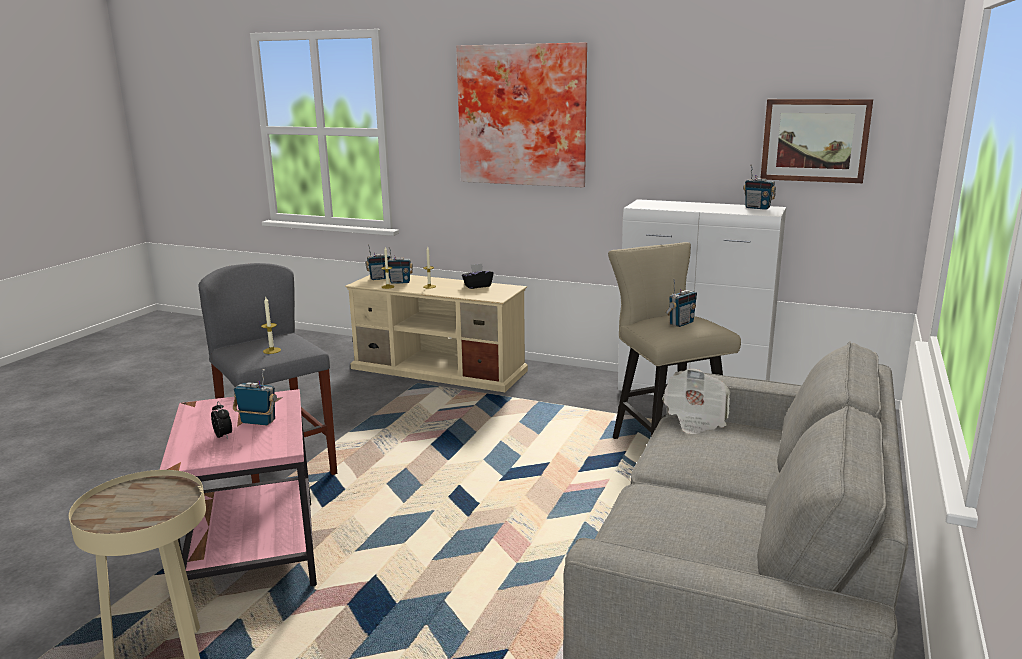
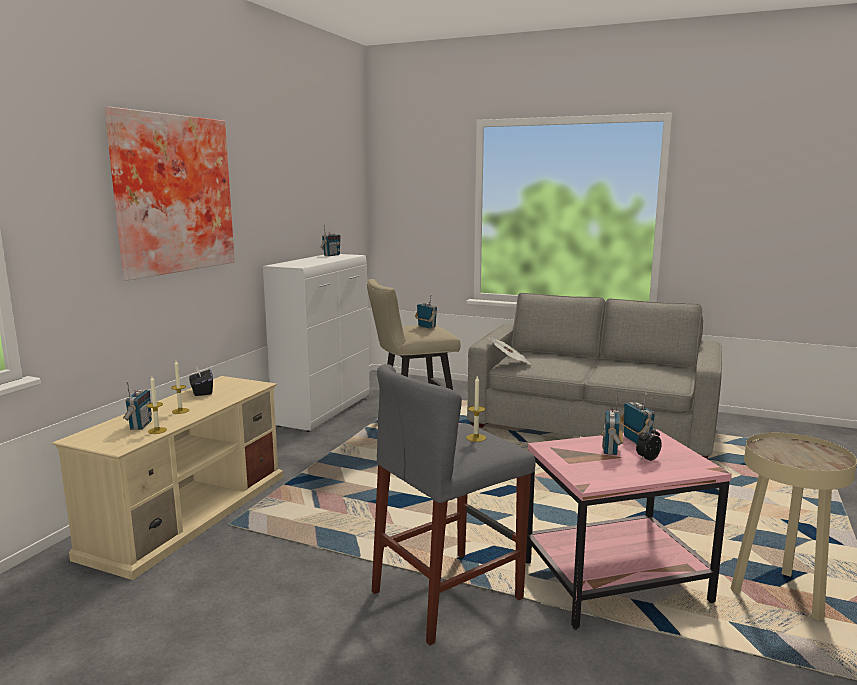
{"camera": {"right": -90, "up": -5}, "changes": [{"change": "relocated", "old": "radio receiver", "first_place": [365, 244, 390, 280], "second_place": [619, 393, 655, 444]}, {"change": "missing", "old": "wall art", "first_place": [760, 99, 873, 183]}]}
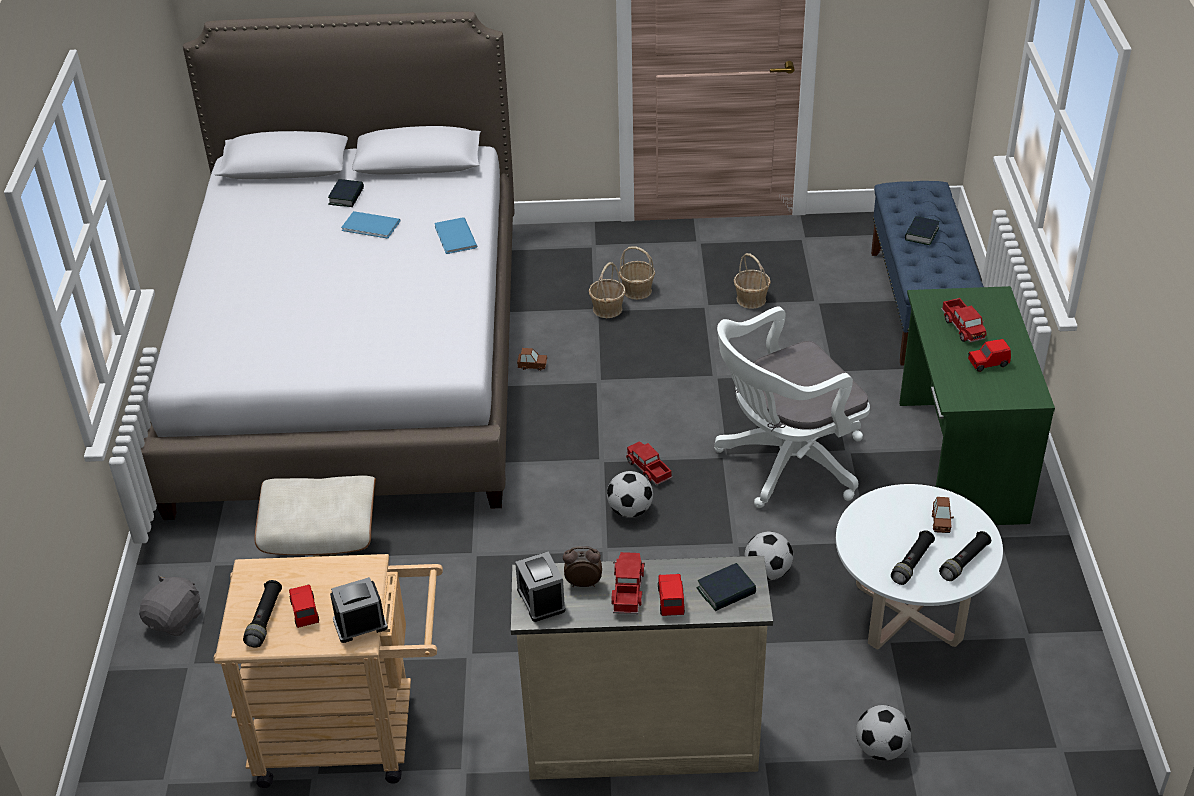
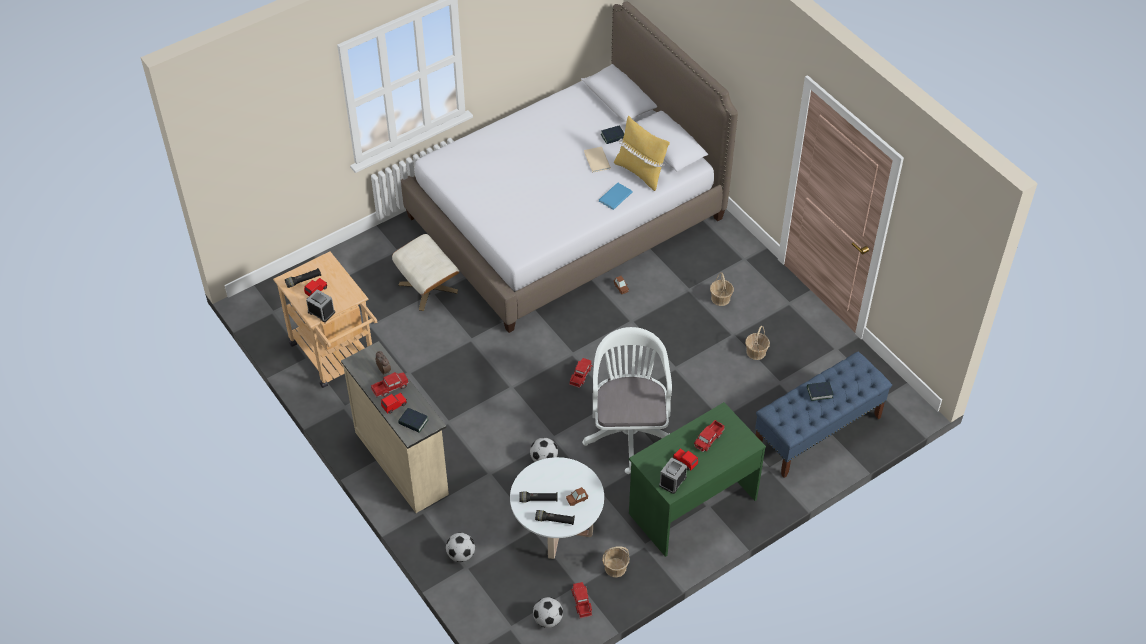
{"camera": {"right": 55, "up": 10}, "changes": [{"change": "relocated", "old": "football", "first_place": [607, 471, 653, 518], "second_place": [533, 597, 563, 628]}, {"change": "appeared", "new": "toy truck", "second_place": [571, 582, 592, 618]}, {"change": "spun", "old": "computer chair/white-coloured", "first_place": [714, 306, 870, 508], "second_place": [582, 327, 672, 474], "degrees": 60}, {"change": "colour", "old": "volume/blue-coloured", "new": "volume/beige-coloured", "first_place": [341, 211, 400, 239], "second_place": [584, 147, 611, 172]}, {"change": "relocated", "old": "household basket", "first_place": [589, 262, 626, 318], "second_place": [602, 547, 629, 577]}, {"change": "appeared", "new": "throw pillow/yellow-coloured", "second_place": [614, 116, 670, 191]}, {"change": "relocated", "old": "table clock", "first_place": [515, 552, 566, 622], "second_place": [659, 457, 687, 494]}, {"change": "missing", "old": "cuddly toy/grey", "first_place": [139, 575, 201, 636]}]}
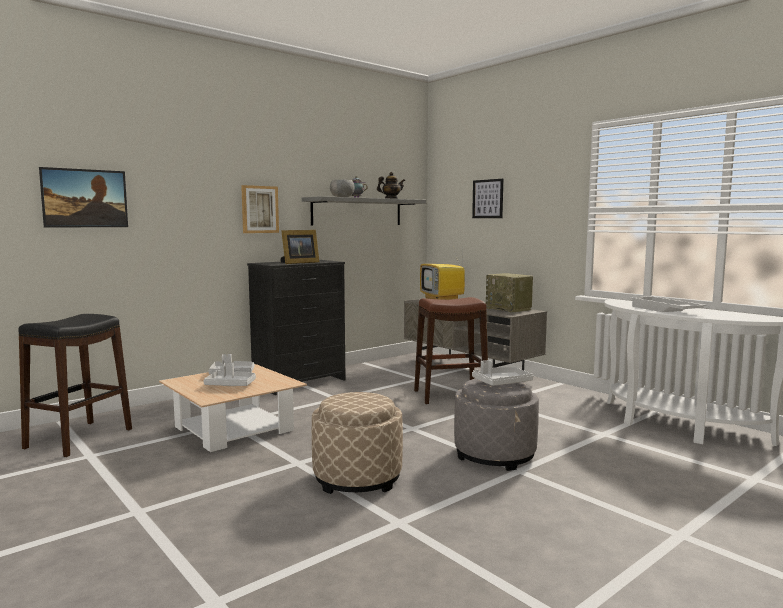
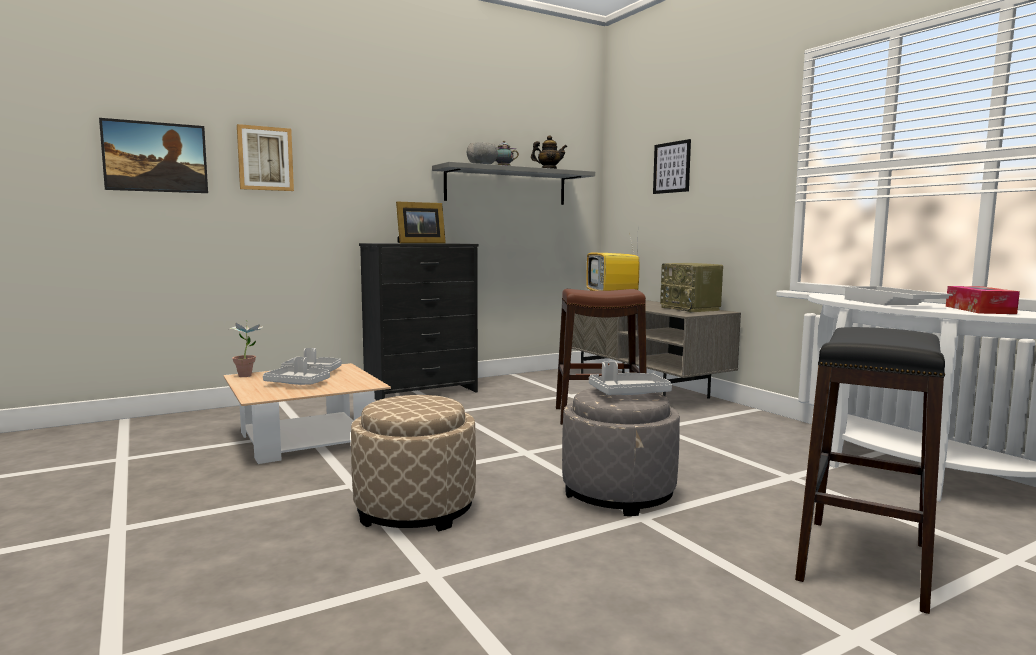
{"camera": {"right": 10, "up": 0}, "changes": [{"change": "appeared", "new": "potted plant", "second_place": [229, 320, 263, 377]}, {"change": "relocated", "old": "wall art", "first_place": [241, 185, 279, 233], "second_place": [237, 124, 294, 191]}, {"change": "relocated", "old": "stool seat/blackish", "first_place": [18, 314, 132, 457], "second_place": [795, 327, 945, 614]}, {"change": "appeared", "new": "tissue box", "second_place": [946, 286, 1020, 314]}]}
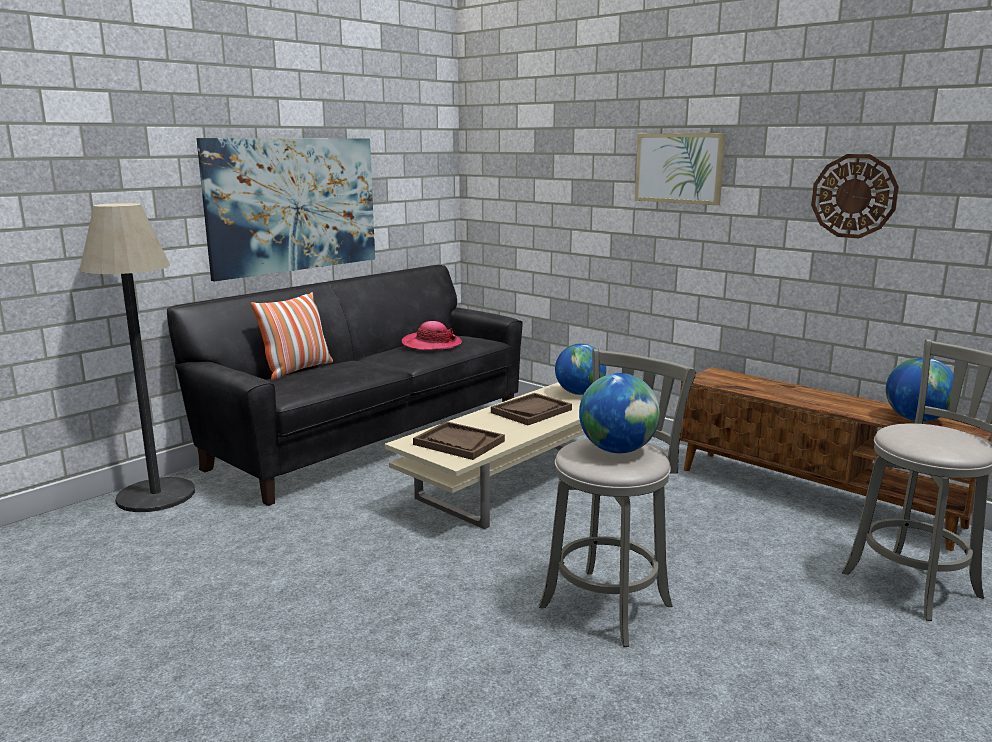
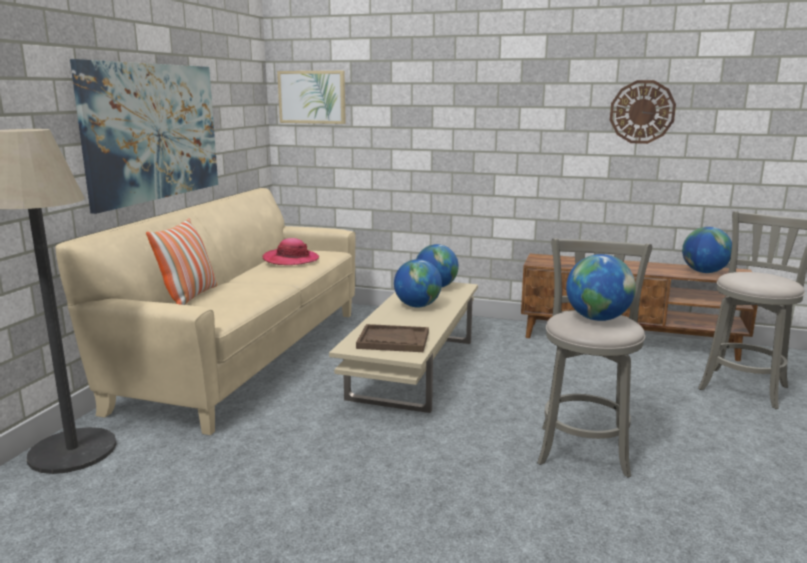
{"camera": {"right": -25, "up": 0}, "changes": [{"change": "colour", "old": "sofa/blackish", "new": "sofa/beige-coloured", "first_place": [167, 265, 523, 506], "second_place": [55, 188, 356, 435]}, {"change": "relocated", "old": "wall art", "first_place": [635, 133, 726, 205], "second_place": [277, 71, 346, 124]}, {"change": "exchanged", "old": "tray/brown", "new": "desk globe", "first_place": [491, 393, 572, 425], "second_place": [394, 259, 442, 307]}]}
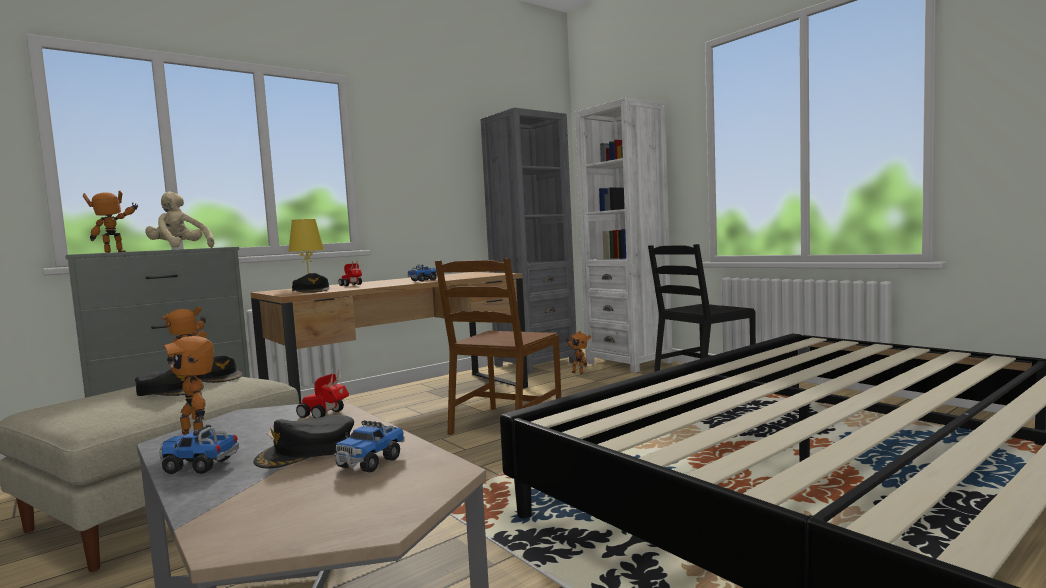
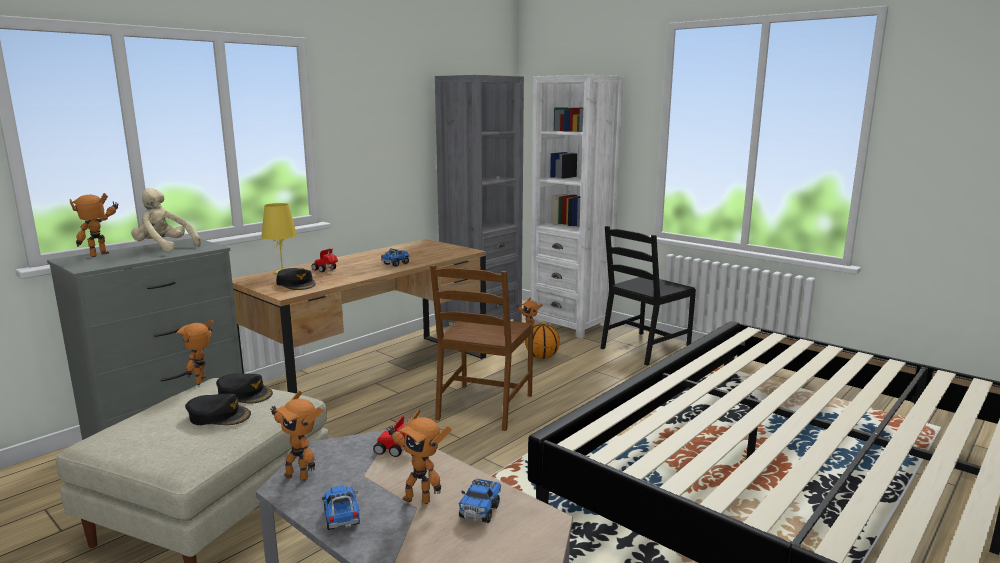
{"camera": {"right": -10, "up": 10}, "changes": [{"change": "spun", "old": "toy truck", "first_place": [159, 425, 239, 474], "second_place": [322, 485, 360, 530], "degrees": 75}, {"change": "exchanged", "old": "baseball cap/blackish", "new": "model robot", "first_place": [253, 415, 354, 468], "second_place": [387, 409, 452, 504]}, {"change": "appeared", "new": "basketball", "second_place": [525, 324, 560, 359]}]}
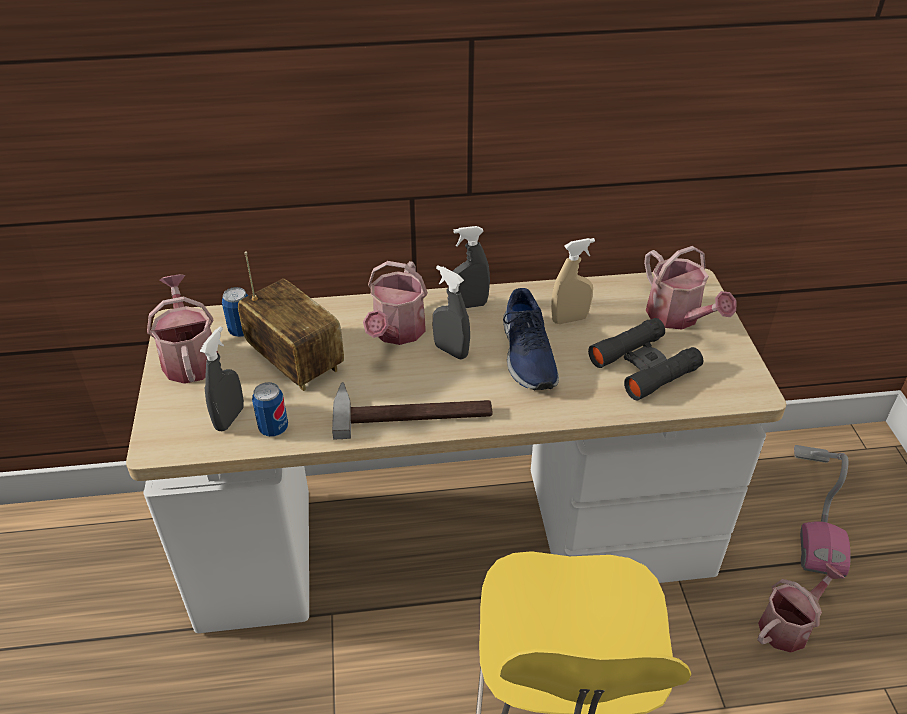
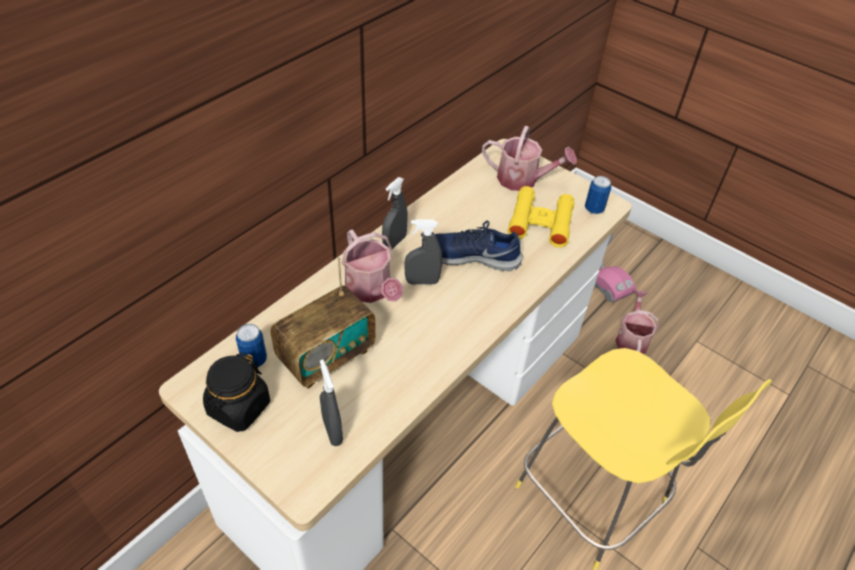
{"camera": {"right": -45, "up": 5}, "changes": [{"change": "exchanged", "old": "watering pot", "new": "preserve jar/blackish", "first_place": [147, 274, 218, 384], "second_place": [203, 352, 270, 432]}, {"change": "spun", "old": "radio receiver", "first_place": [238, 252, 344, 391], "second_place": [270, 257, 376, 389], "degrees": 135}, {"change": "spun", "old": "low shoe/blue-coloured", "first_place": [503, 288, 559, 391], "second_place": [435, 221, 523, 271], "degrees": 150}, {"change": "colour", "old": "field glasses/blackish", "new": "field glasses/yellow-coloured", "first_place": [588, 318, 703, 400], "second_place": [508, 186, 574, 248]}, {"change": "relocated", "old": "metal can", "first_place": [252, 382, 288, 437], "second_place": [585, 176, 611, 214]}, {"change": "missing", "old": "hand hammer", "first_place": [332, 382, 492, 440]}, {"change": "missing", "old": "sprayer/beige-coloured", "first_place": [551, 238, 595, 324]}]}
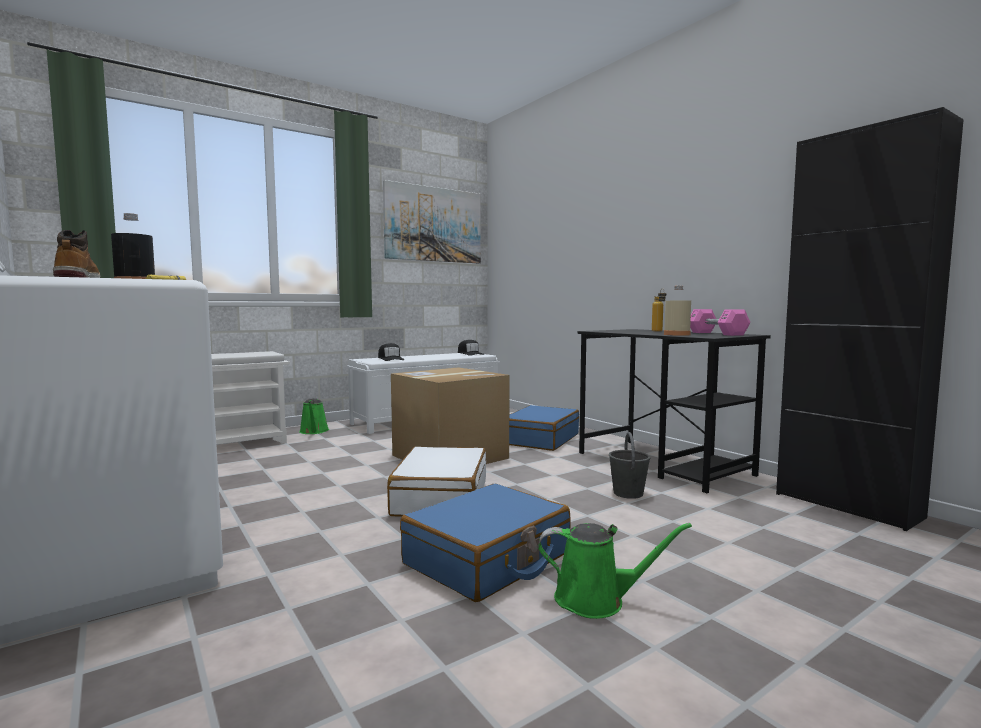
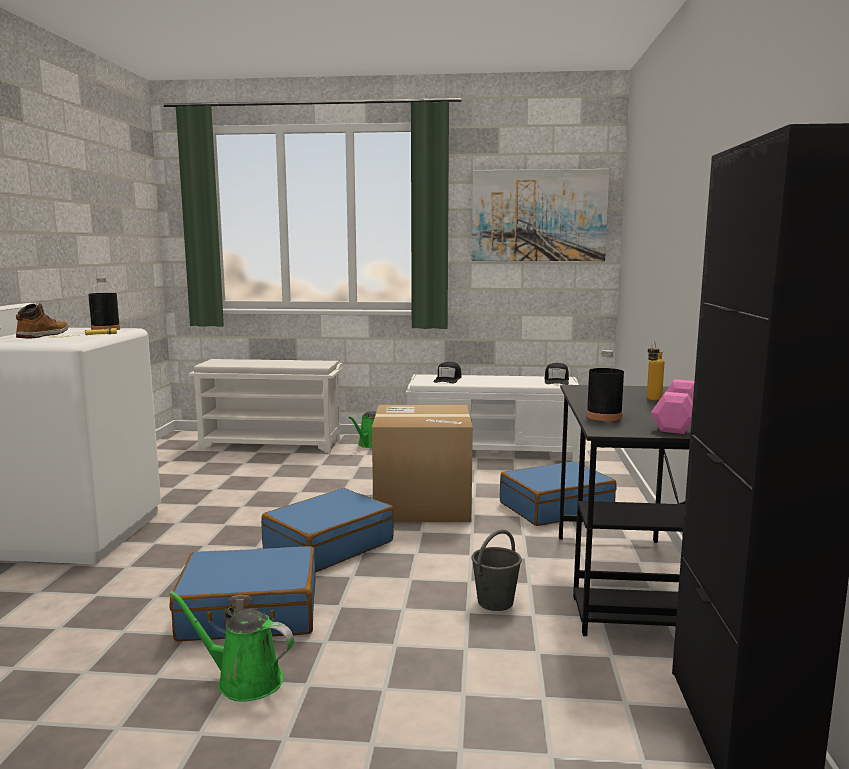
{"camera": {"right": 40, "up": 5}, "changes": [{"change": "spun", "old": "watering pot/greenish", "first_place": [538, 523, 692, 619], "second_place": [169, 591, 294, 702], "degrees": 150}, {"change": "colour", "old": "piece of luggage/white-coloured", "new": "piece of luggage/blue-coloured", "first_place": [387, 447, 486, 517], "second_place": [261, 488, 394, 572]}, {"change": "colour", "old": "drink bottle/beige-coloured", "new": "drink bottle/blackish", "first_place": [664, 286, 691, 336], "second_place": [586, 350, 624, 421]}]}
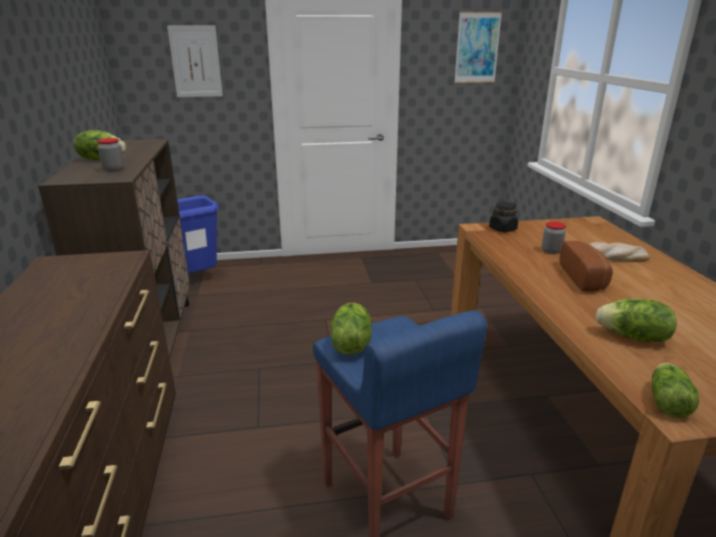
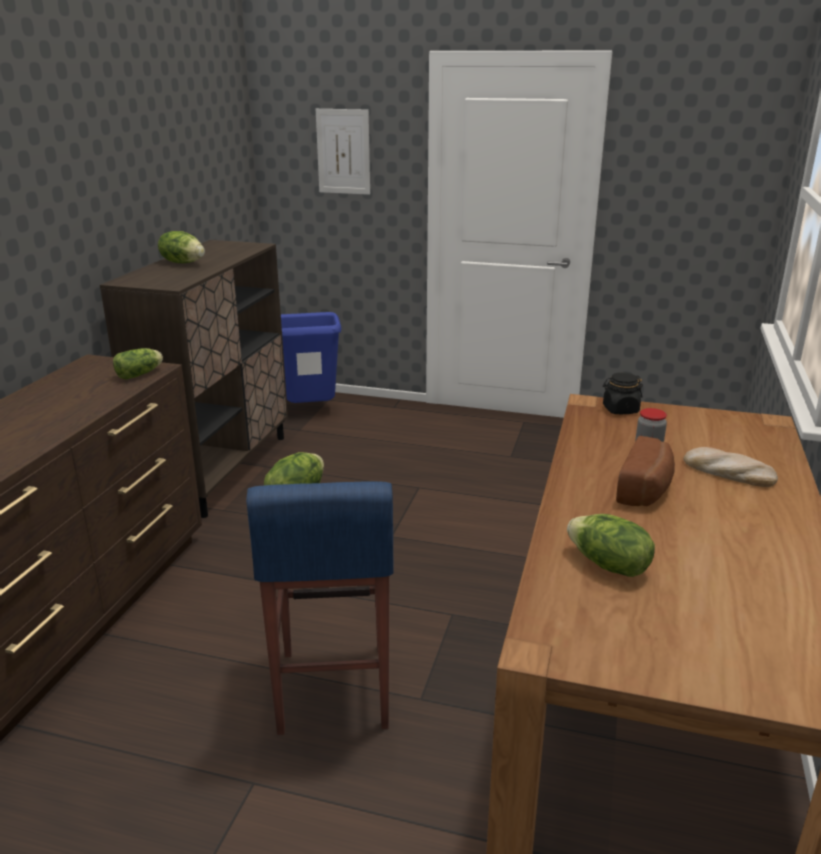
{"camera": {"right": 25, "up": 0}, "changes": [{"change": "relocated", "old": "head of lettuce", "first_place": [652, 363, 699, 418], "second_place": [113, 348, 163, 380]}, {"change": "missing", "old": "preserve jar", "first_place": [97, 138, 124, 172]}, {"change": "missing", "old": "wall art", "first_place": [454, 12, 502, 83]}]}
